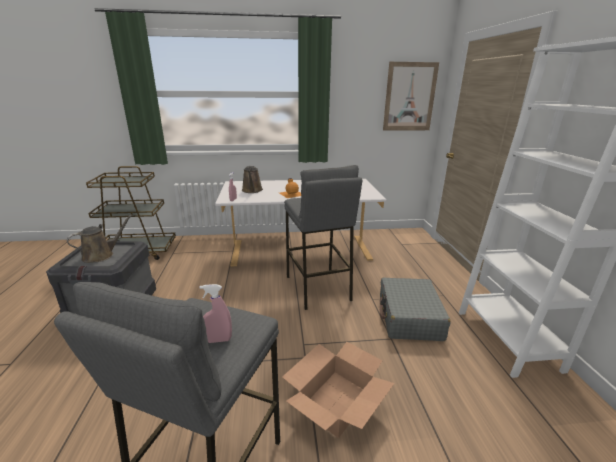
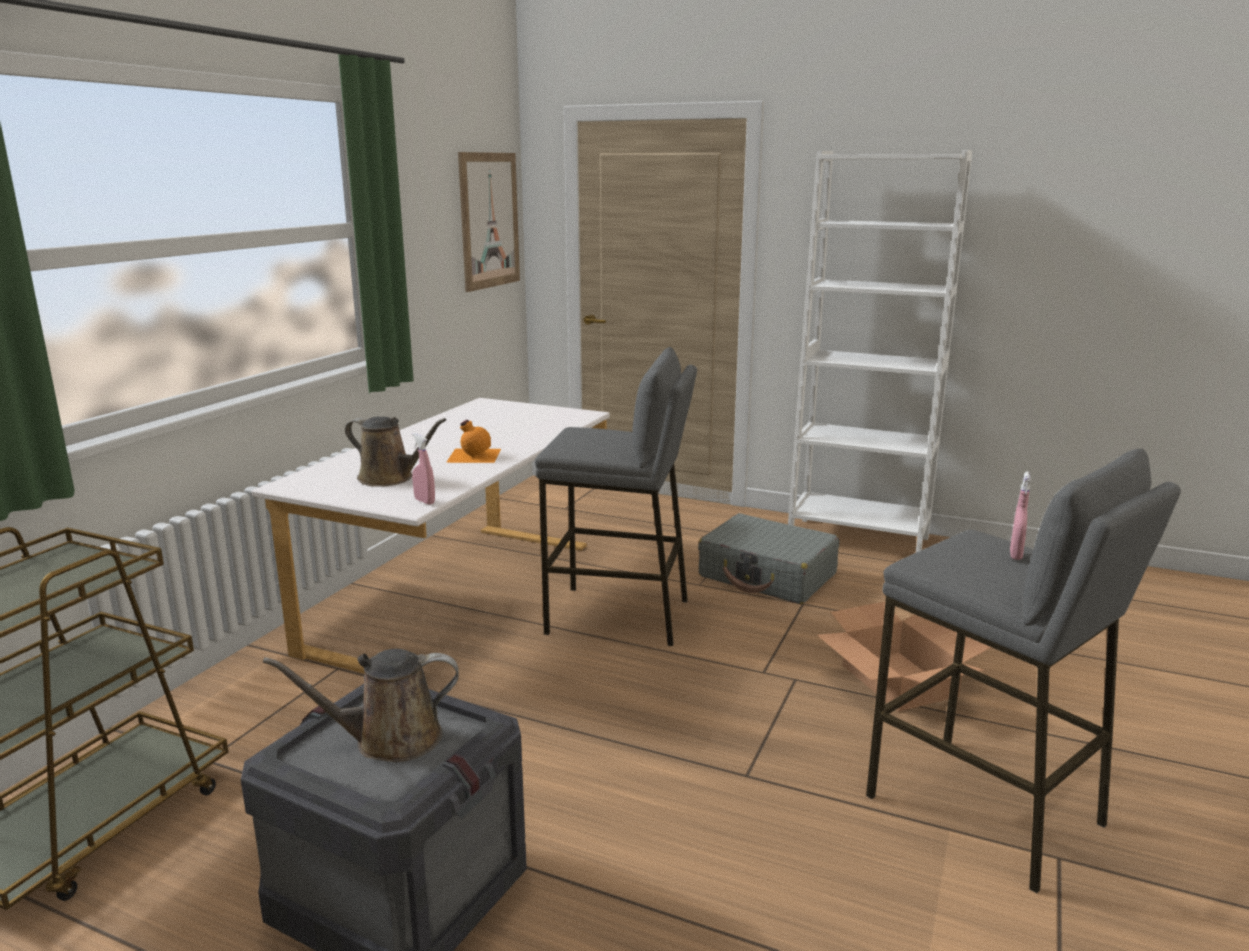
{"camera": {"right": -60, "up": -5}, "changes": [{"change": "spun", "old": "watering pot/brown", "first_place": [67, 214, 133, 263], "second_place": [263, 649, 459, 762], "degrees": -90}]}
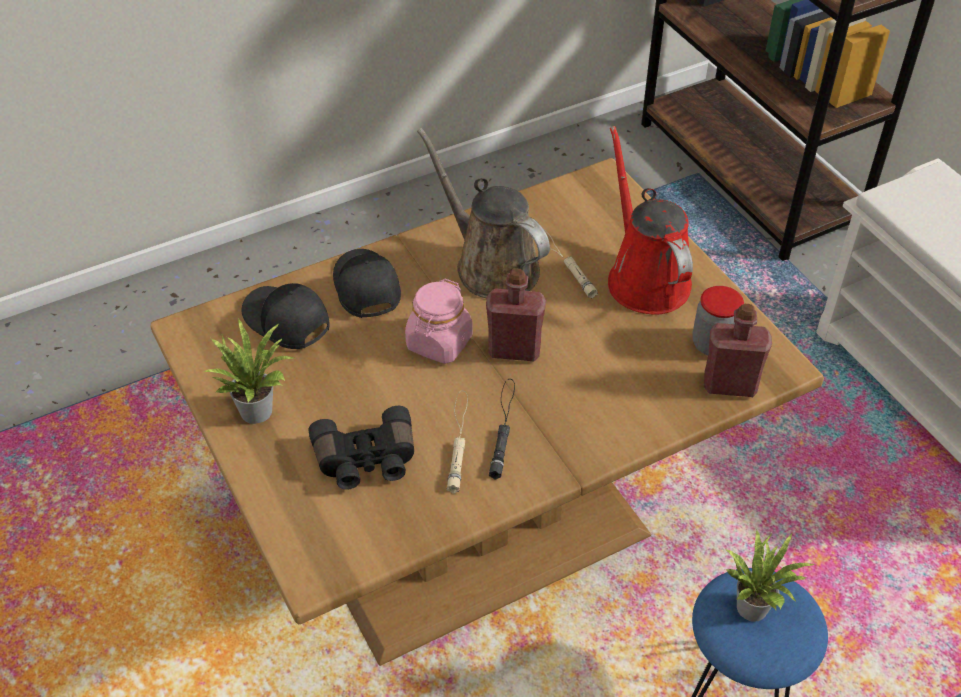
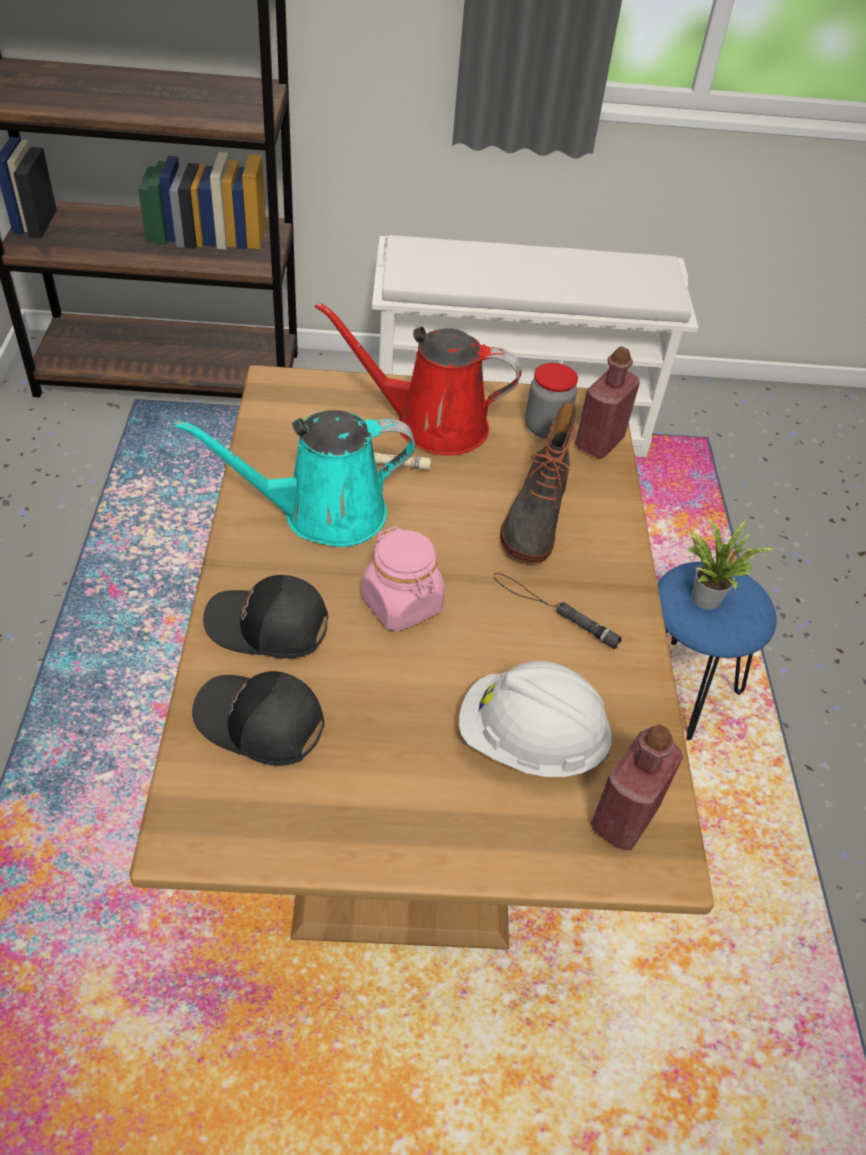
{"camera": {"right": -65, "up": 0}, "changes": [{"change": "colour", "old": "watering pot/brown", "new": "watering pot/turquoise-coloured", "first_place": [417, 128, 550, 298], "second_place": [174, 410, 415, 547]}, {"change": "spun", "old": "baseball cap/blackish", "first_place": [242, 283, 330, 349], "second_place": [192, 671, 325, 766], "degrees": 45}, {"change": "exchanged", "old": "field glasses/blackish", "new": "work helmet/white-coloured", "first_place": [309, 406, 414, 490], "second_place": [459, 661, 612, 777]}, {"change": "appeared", "new": "boot", "second_place": [500, 402, 576, 563]}, {"change": "relocated", "old": "drink bottle/reddish", "first_place": [486, 268, 546, 362], "second_place": [591, 724, 683, 850]}, {"change": "missing", "old": "potted plant", "first_place": [204, 319, 294, 424]}, {"change": "missing", "old": "torch/beige-coloured", "first_place": [447, 390, 468, 494]}]}
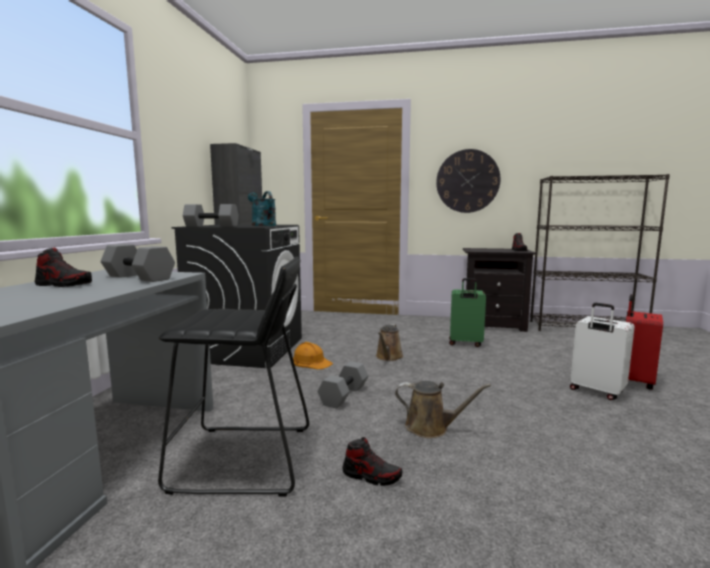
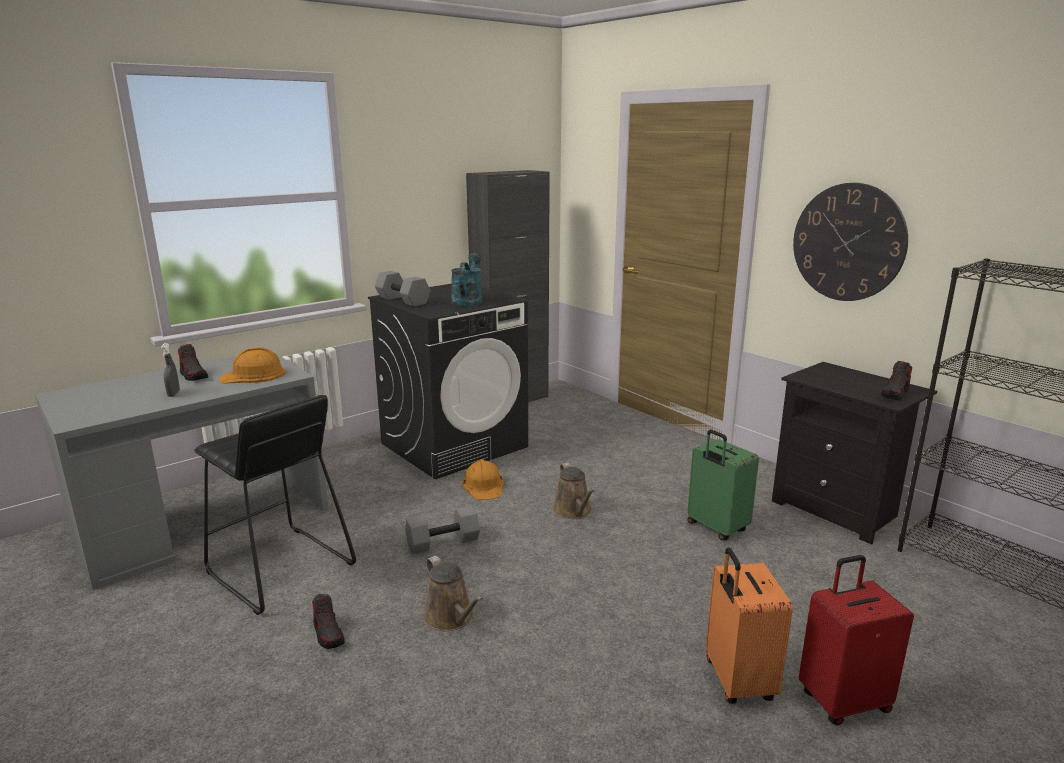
{"camera": {"right": 40, "up": 10}, "changes": [{"change": "appeared", "new": "sprayer/grey", "second_place": [161, 343, 180, 397]}, {"change": "exchanged", "old": "free weight/grey", "new": "work helmet/orange", "first_place": [101, 244, 175, 282], "second_place": [219, 347, 285, 384]}, {"change": "spun", "old": "watering pot/brown", "first_place": [376, 324, 404, 361], "second_place": [553, 463, 594, 519], "degrees": -75}, {"change": "colour", "old": "piece of luggage/white-coloured", "new": "piece of luggage/orange", "first_place": [570, 303, 635, 400], "second_place": [706, 548, 793, 704]}]}
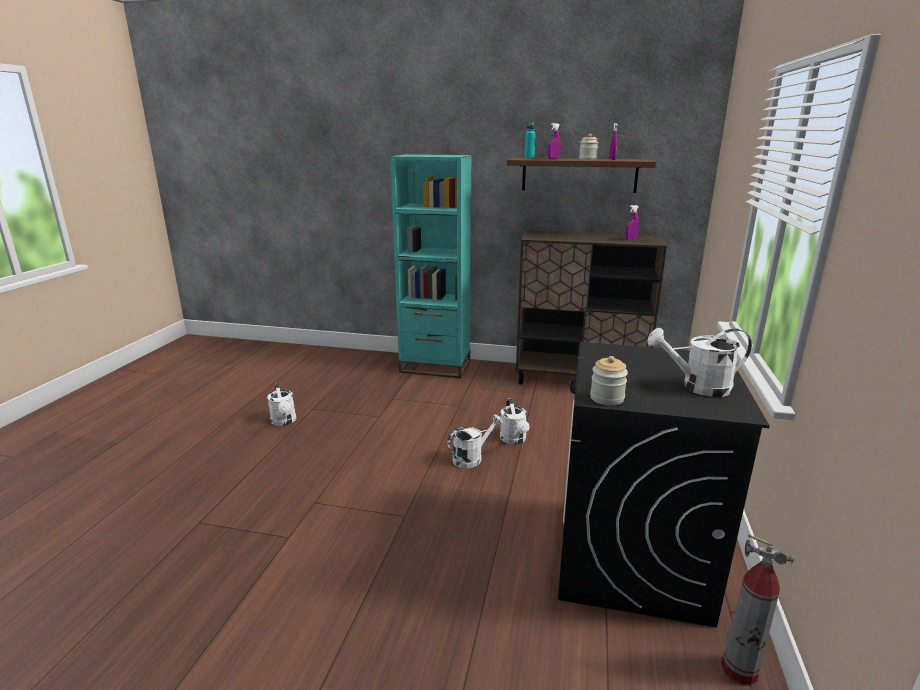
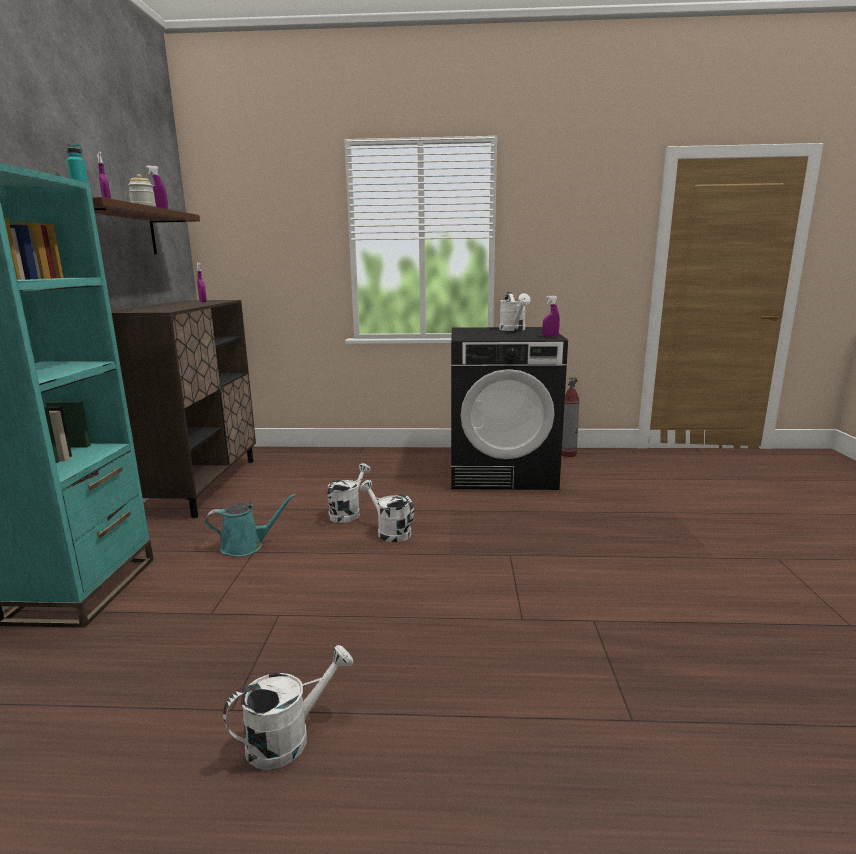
{"camera": {"right": -100, "up": -5}, "changes": [{"change": "appeared", "new": "watering pot/turquoise-coloured", "second_place": [205, 494, 296, 556]}, {"change": "spun", "old": "watering pot/white-coloured", "first_place": [500, 398, 529, 444], "second_place": [327, 463, 371, 523], "degrees": -45}, {"change": "exchanged", "old": "preserve jar", "new": "sprayer/purple-coloured", "first_place": [590, 356, 628, 406], "second_place": [543, 296, 560, 337]}]}
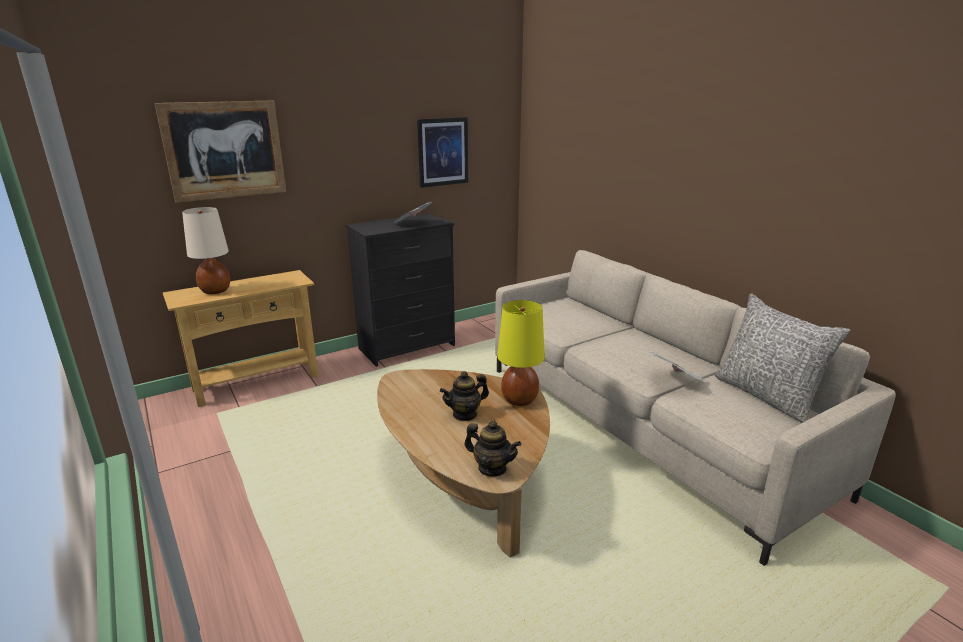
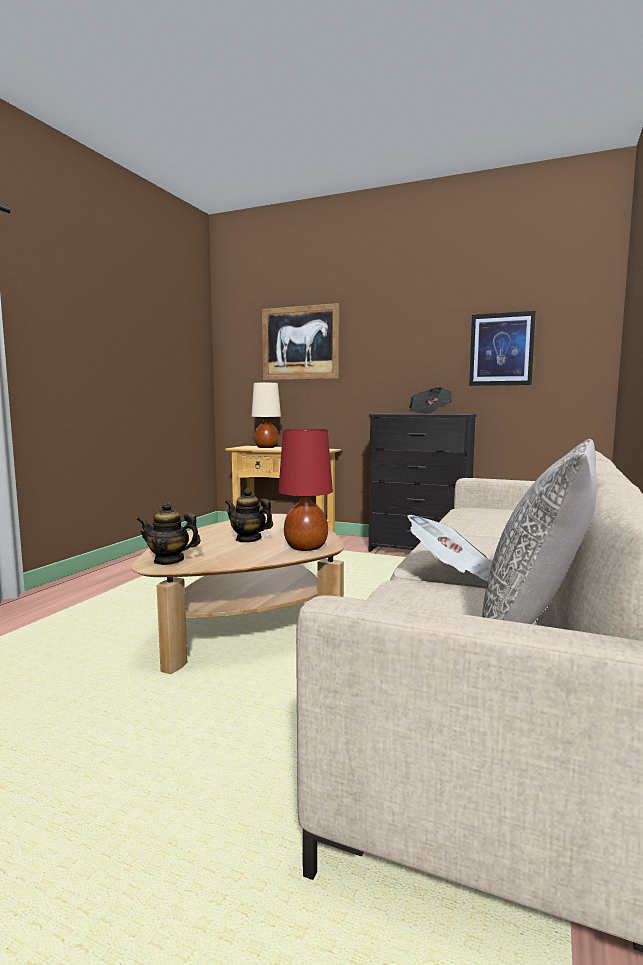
{"camera": {"right": 55, "up": -15}, "changes": [{"change": "spun", "old": "tea pot", "first_place": [464, 420, 521, 477], "second_place": [137, 502, 201, 565], "degrees": 105}, {"change": "colour", "old": "lamp for a table/yellow-coloured", "new": "lamp for a table/reddish", "first_place": [497, 300, 545, 406], "second_place": [278, 429, 333, 551]}]}
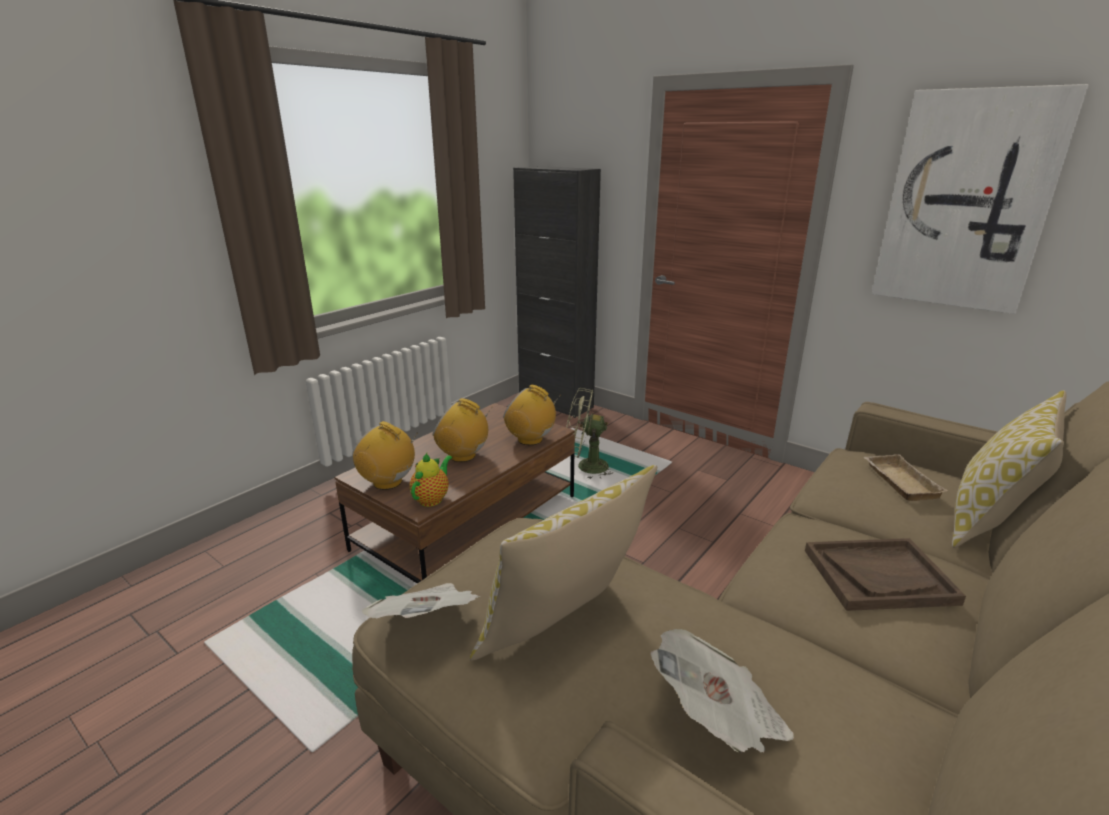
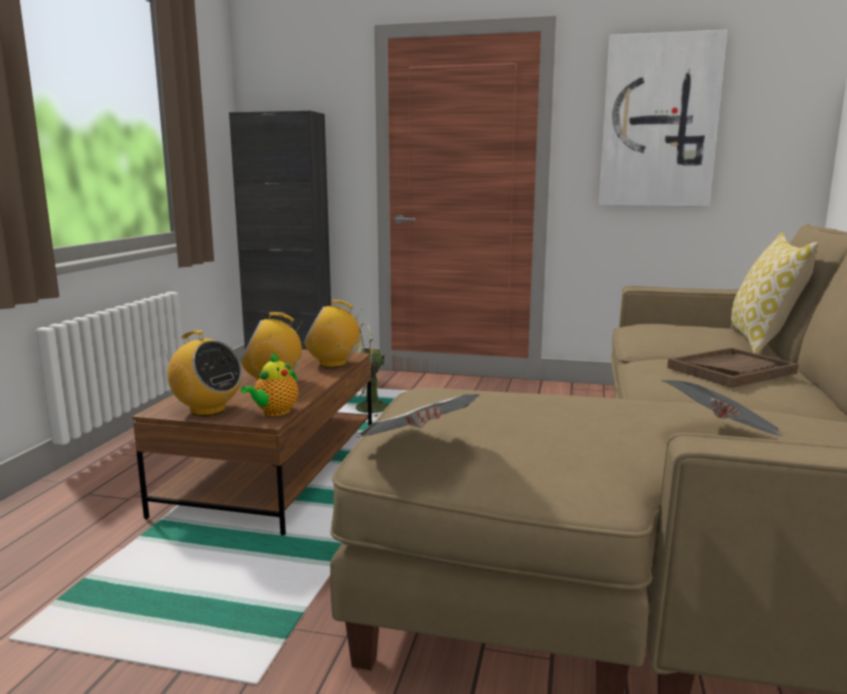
{"camera": {"right": -25, "up": -10}, "changes": [{"change": "spun", "old": "radio receiver", "first_place": [352, 421, 418, 490], "second_place": [162, 330, 242, 416], "degrees": -150}, {"change": "spun", "old": "tea pot", "first_place": [409, 453, 453, 507], "second_place": [241, 353, 299, 416], "degrees": -150}, {"change": "missing", "old": "throw pillow", "first_place": [470, 465, 657, 661]}, {"change": "missing", "old": "tray/beige-coloured", "first_place": [864, 454, 948, 501]}]}
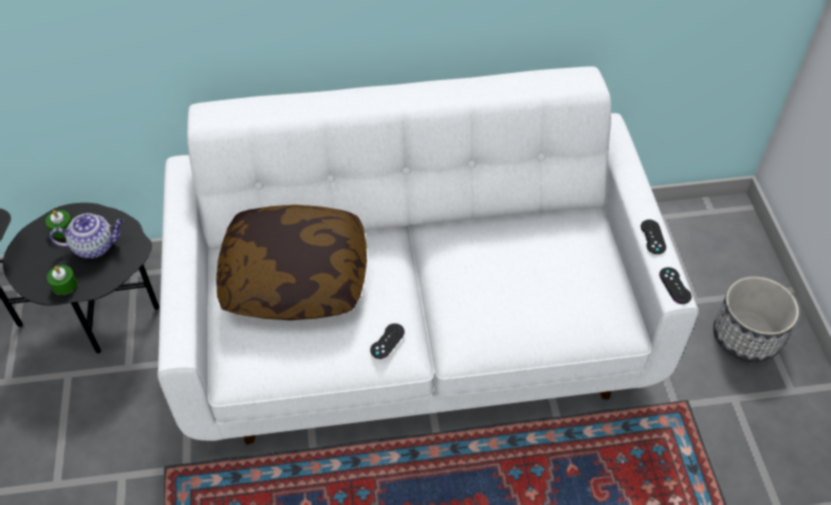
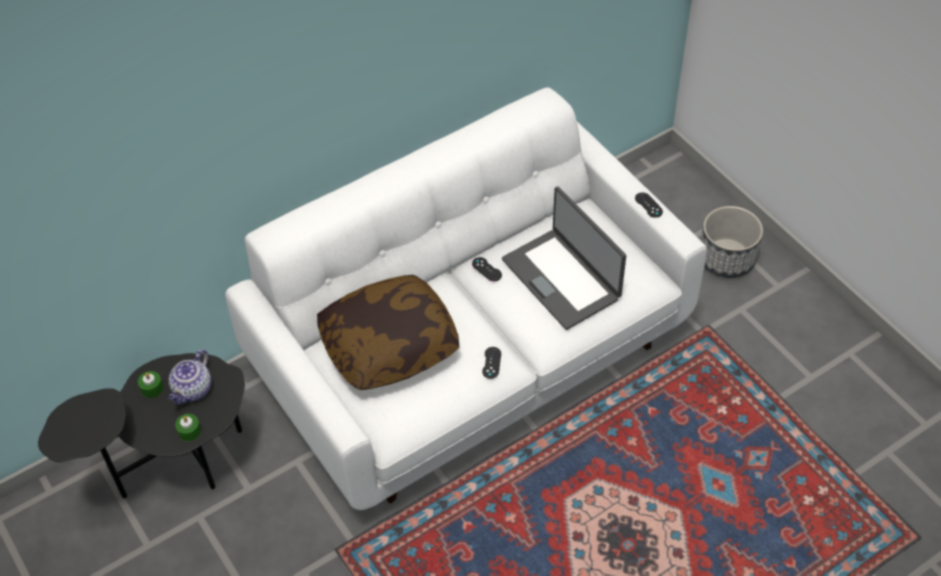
{"camera": {"right": -25, "up": 0}, "changes": [{"change": "spun", "old": "tea pot", "first_place": [49, 213, 124, 259], "second_place": [168, 349, 211, 405], "degrees": 150}, {"change": "relocated", "old": "game controller/blackish", "first_place": [659, 267, 692, 304], "second_place": [472, 257, 502, 281]}, {"change": "appeared", "new": "notebook computer", "second_place": [502, 186, 626, 330]}]}
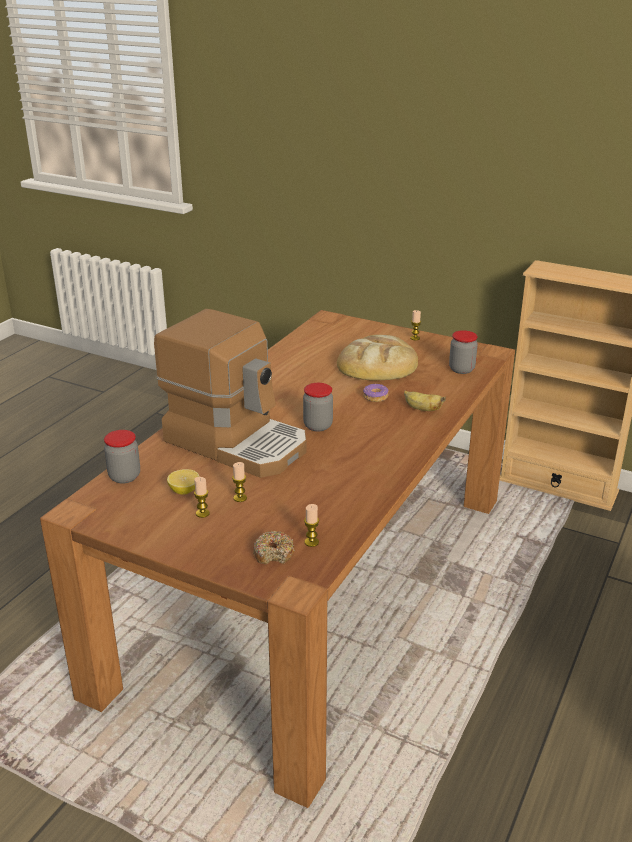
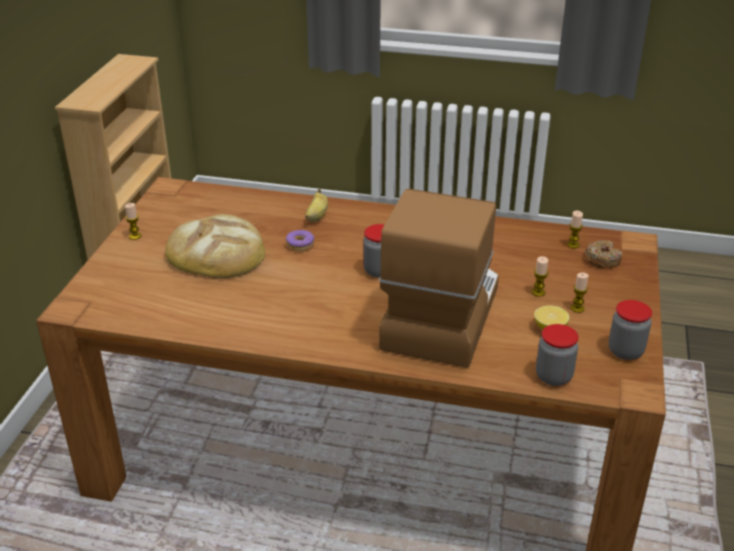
{"camera": {"right": -105, "up": 5}, "changes": [{"change": "relocated", "old": "preserve jar", "first_place": [449, 330, 478, 374], "second_place": [609, 300, 652, 360]}]}
